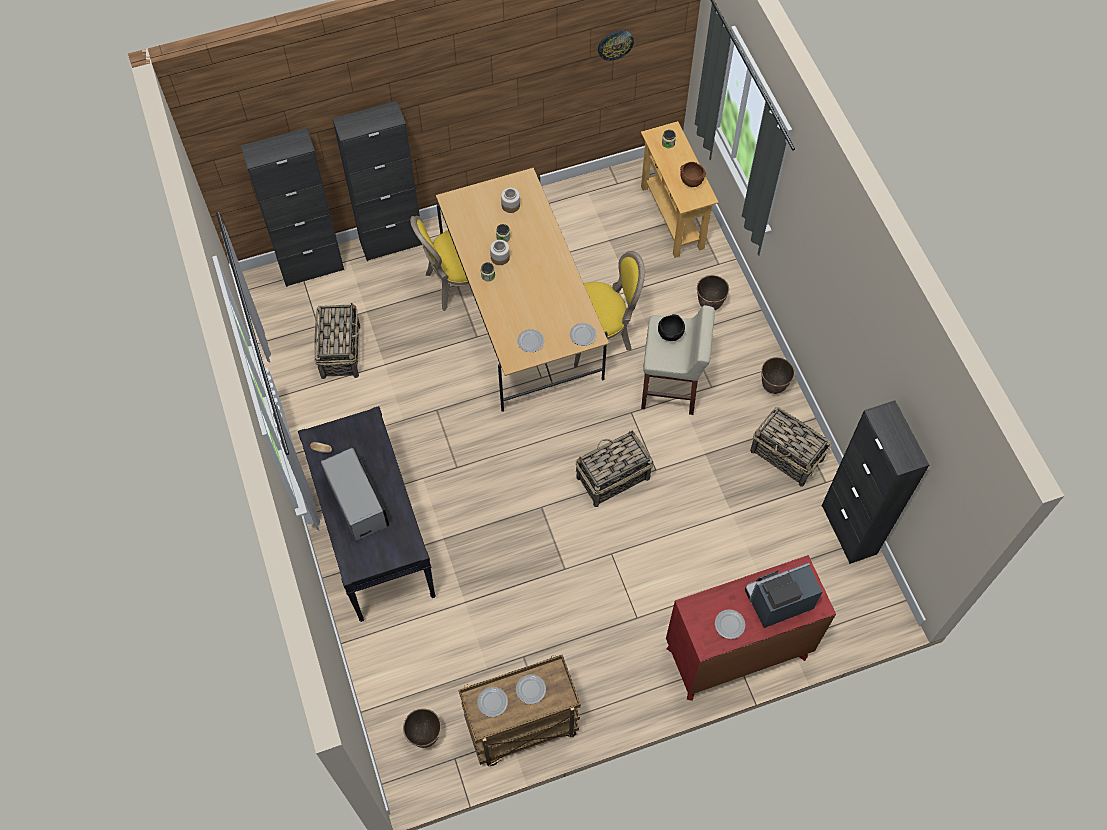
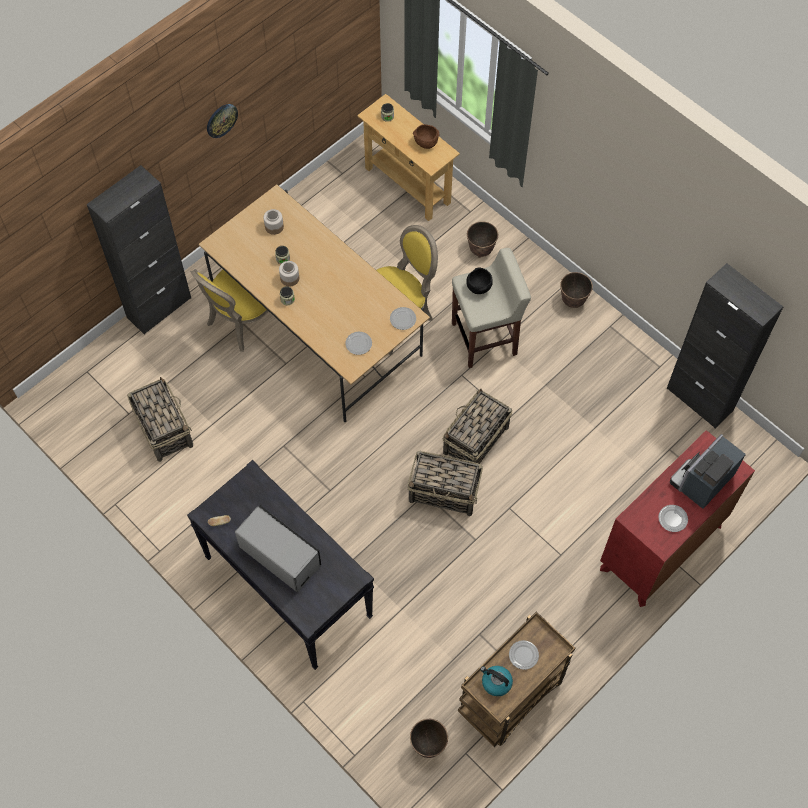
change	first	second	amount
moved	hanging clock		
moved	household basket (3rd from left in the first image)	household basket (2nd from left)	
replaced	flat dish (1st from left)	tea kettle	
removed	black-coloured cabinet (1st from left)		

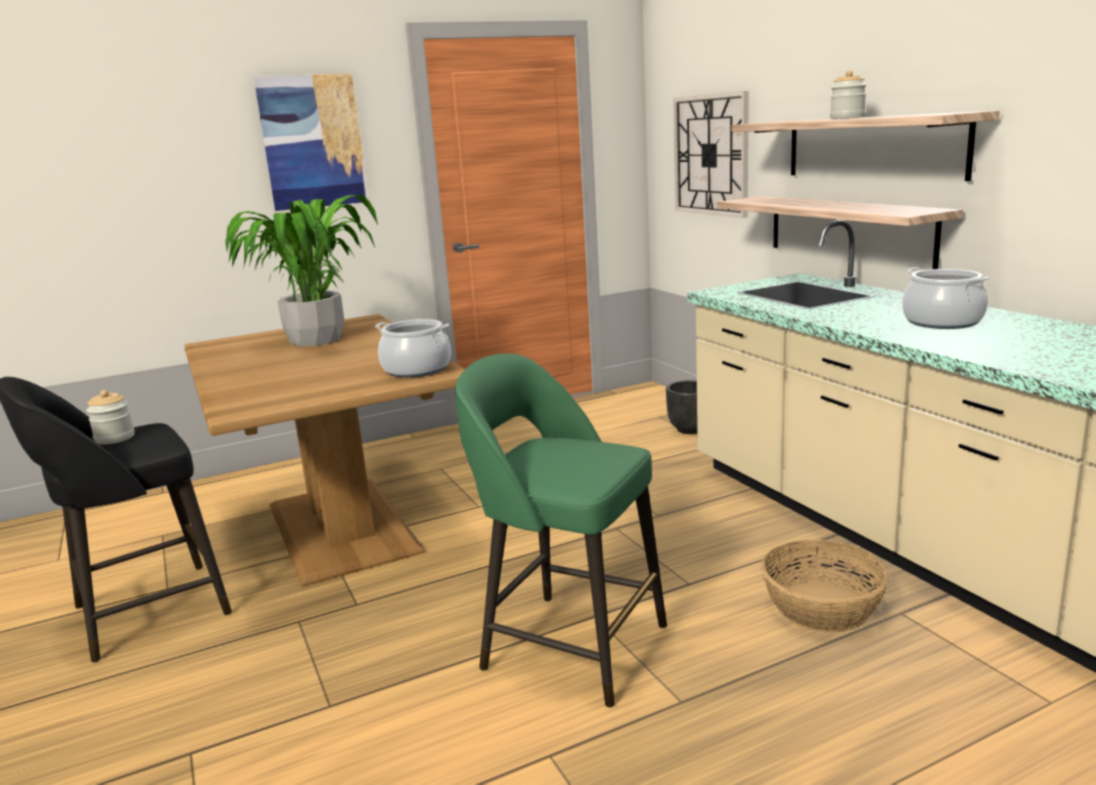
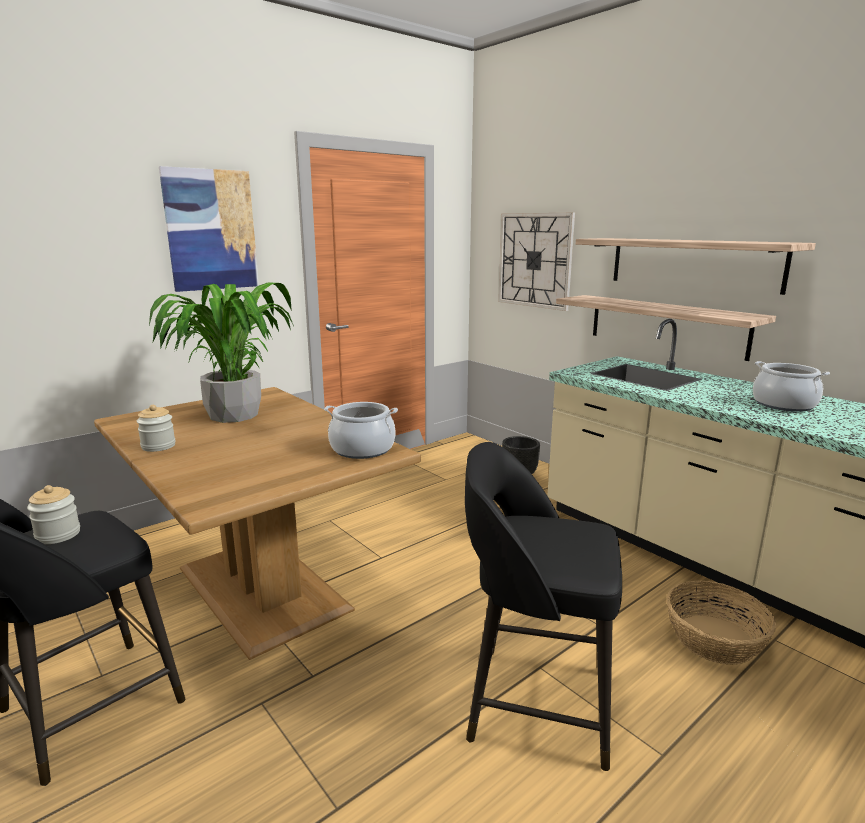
change	first	second	amount
moved	storage jar (2nd from left)		
recoloured	green stool	black-coloured stool (2nd from left)	

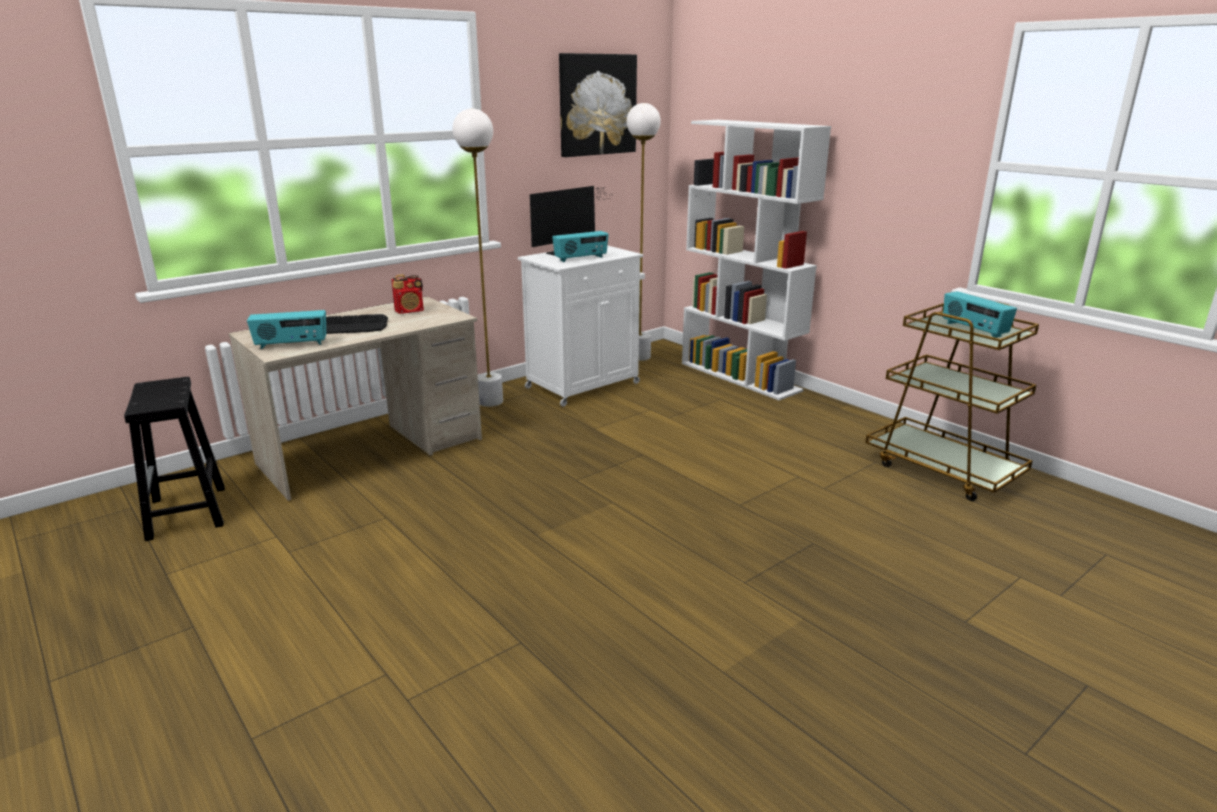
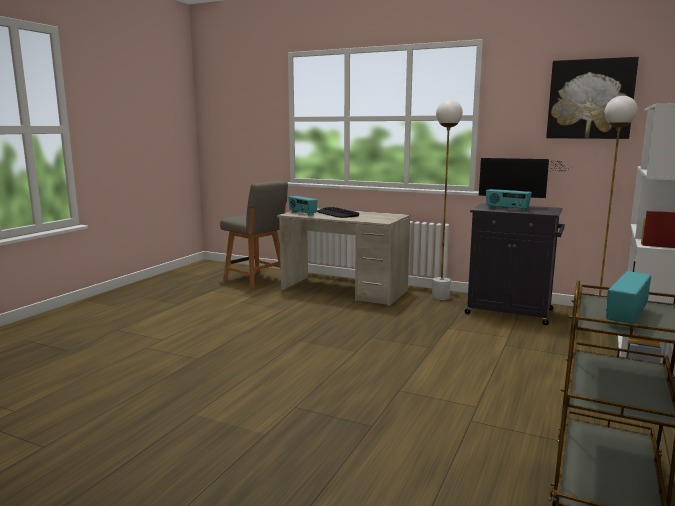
change	first	second	amount
replaced	black-coloured stool	greyish upright chair	
recoloured	whitish cabinet	black-coloured cabinet	
removed	radio receiver (2nd from left)		

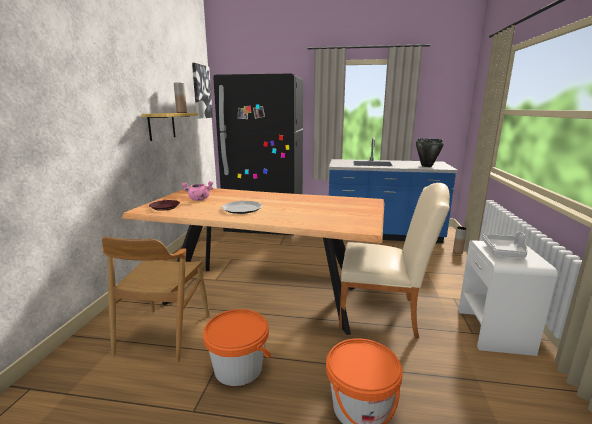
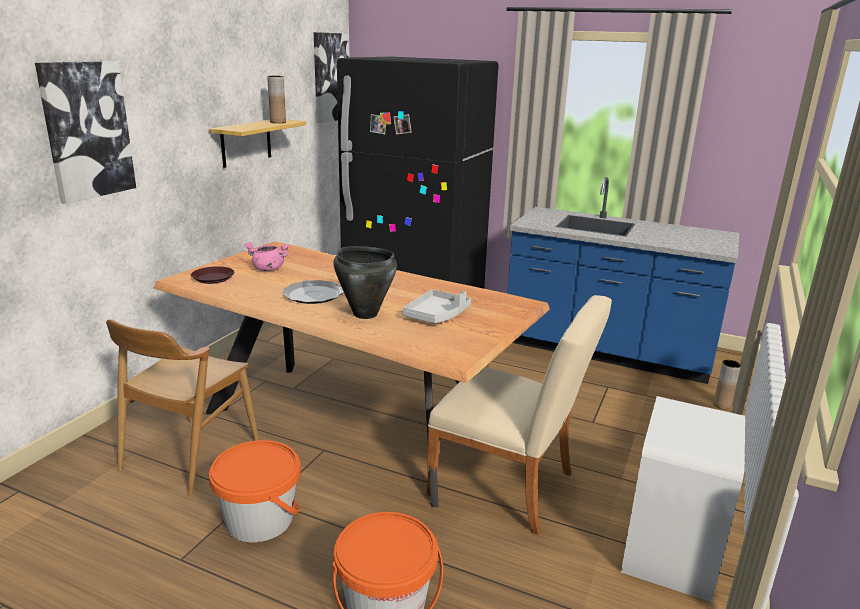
change	first	second	amount
added		picture (1st from left)	
moved	black-coloured stockpot		
moved	greyish carrying tray		

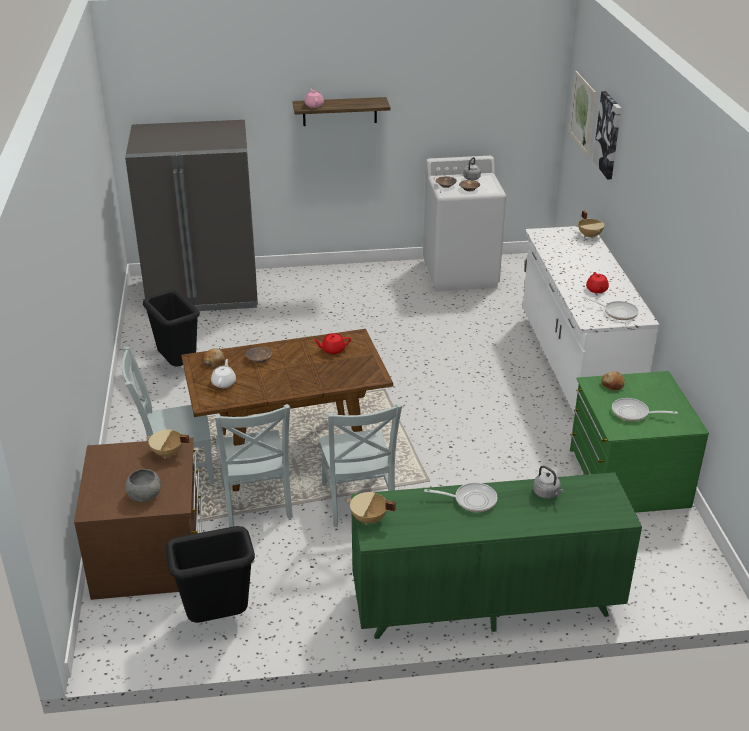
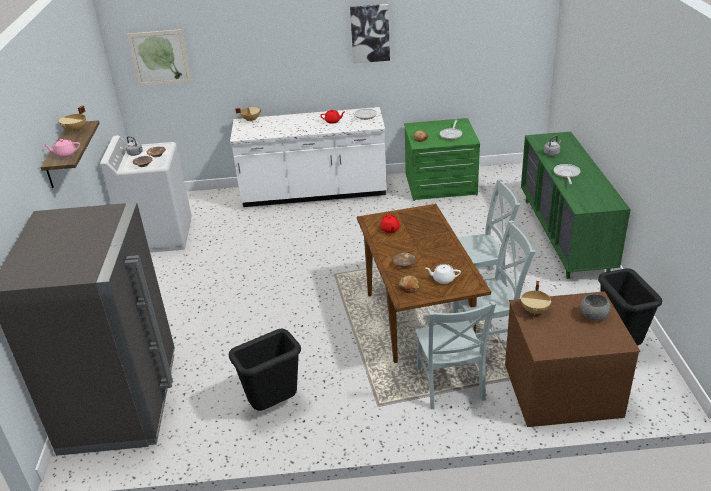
change	first	second	amount
moved	beige-coloured stockpot (2nd from left in the first image)	beige-coloured stockpot (1st from left)	
moved	picture (2nd from left)		

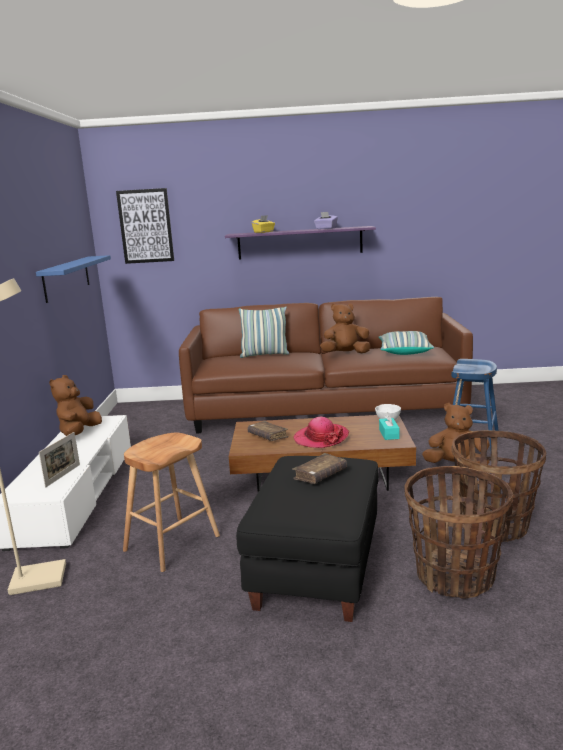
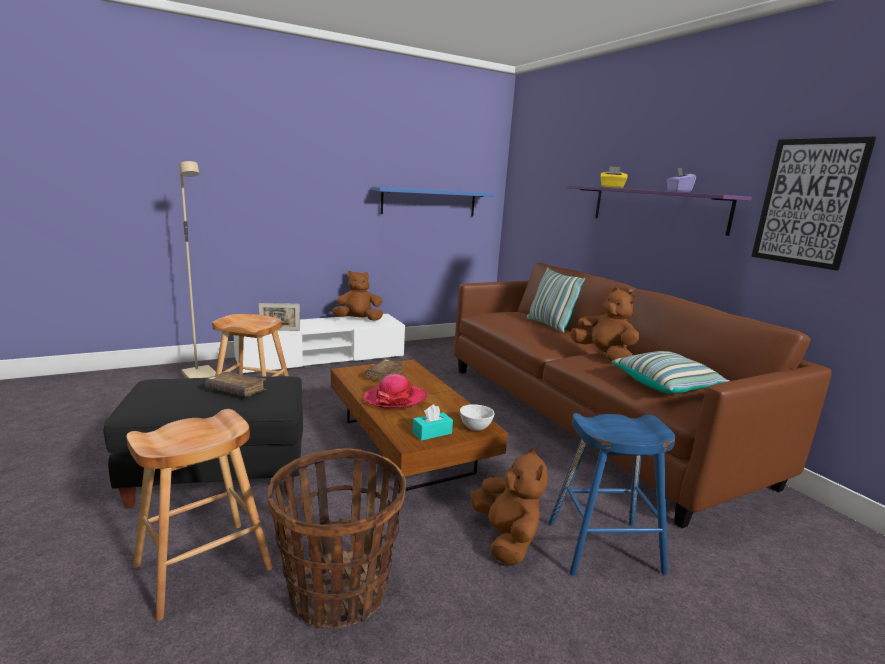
change	first	second	amount
replaced	household basket (1st from left)	brownish stool (1st from left)	
moved	picture		

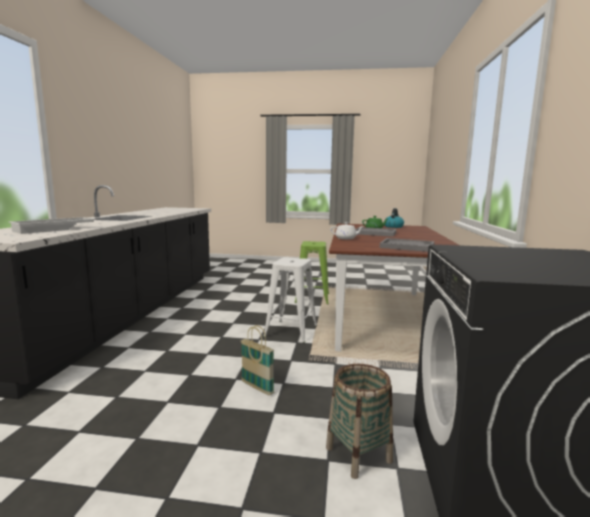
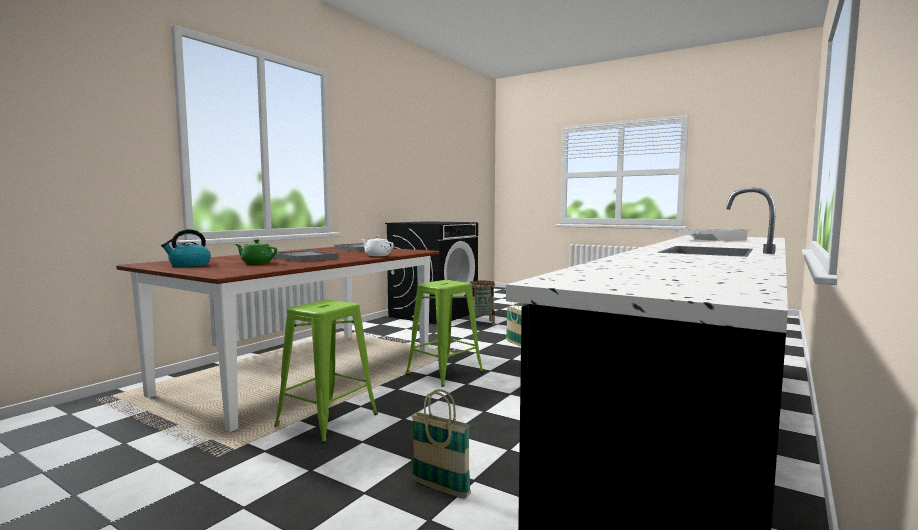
change	first	second	amount
recoloured	whitish stool	green stool (2nd from left)	
added		household basket (1st from left)	

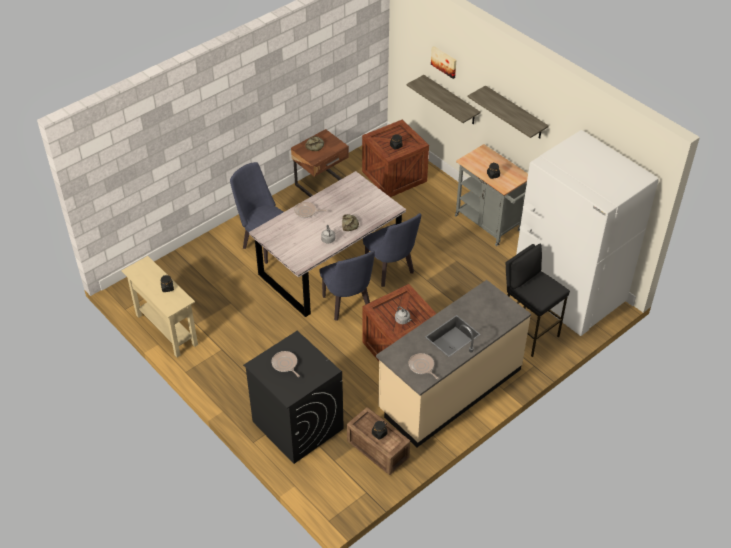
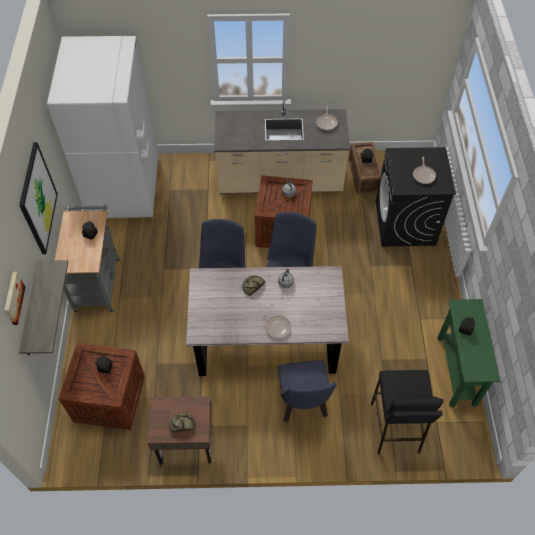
change	first	second	amount
replaced	bracket shelf (2nd from left)	picture (2nd from left)	
moved	black-coloured stool		
recoloured	beige-coloured narrow table	green narrow table	

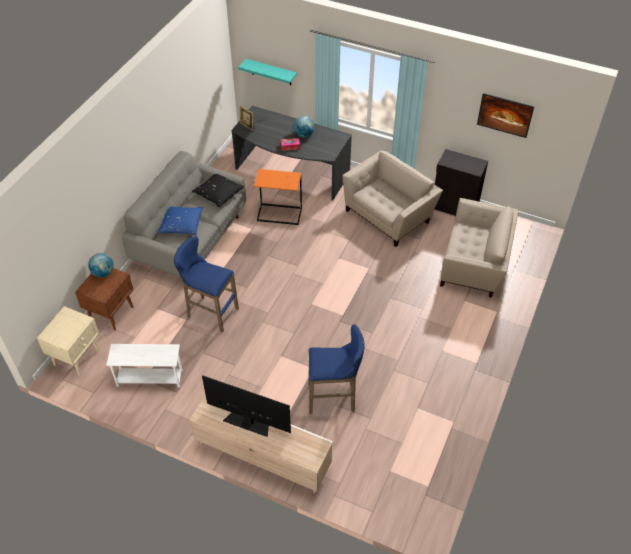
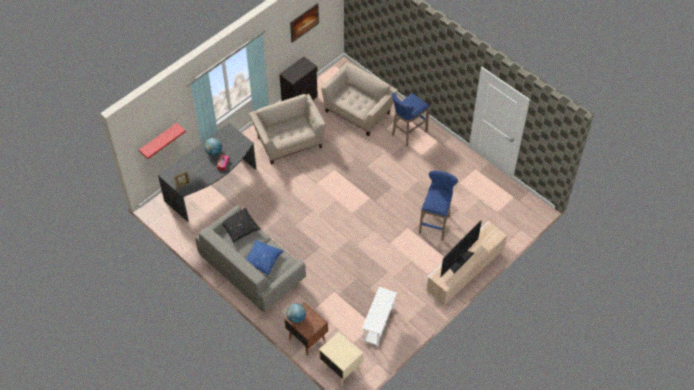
change	first	second	amount
recoloured	turquoise-coloured bracket shelf	red bracket shelf	
moved	blue stool (1st from left)		
removed	orange side table		

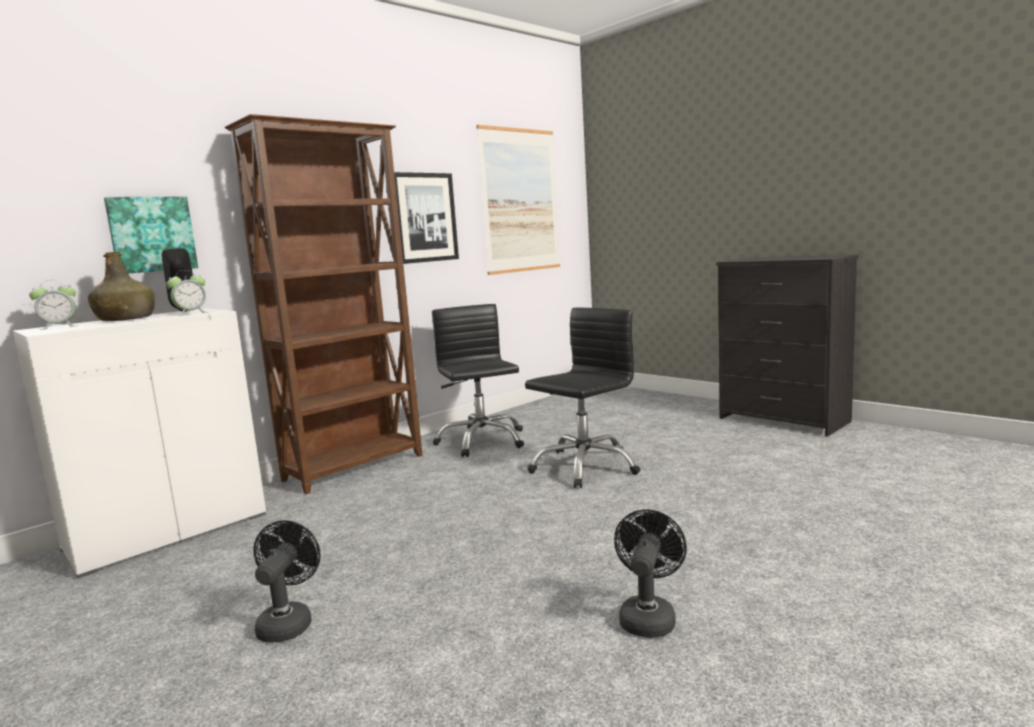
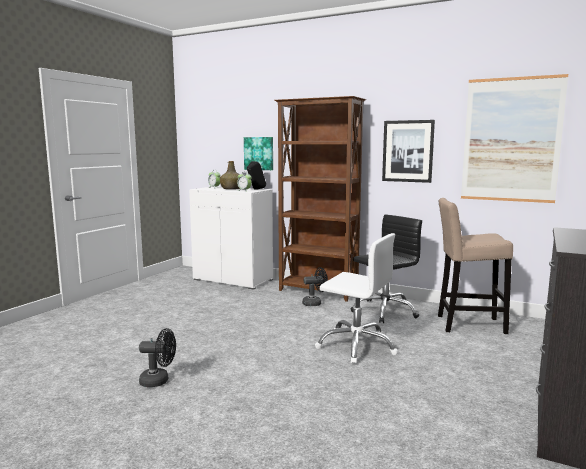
change	first	second	amount
moved	black-coloured electric fan (1st from left in the first image)	black-coloured electric fan (2nd from left)	
recoloured	black-coloured desk chair (2nd from left)	whitish desk chair	
added		beige-coloured stool	

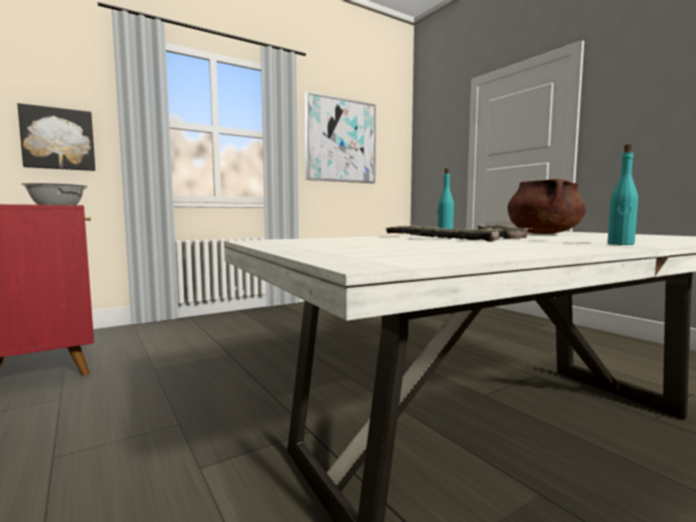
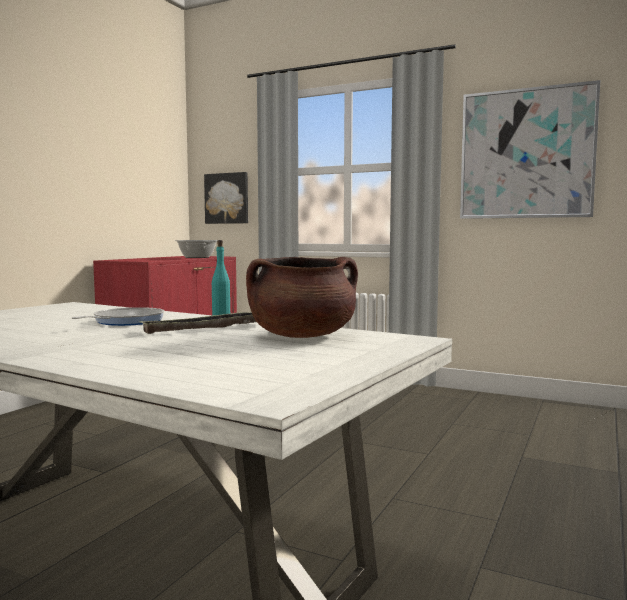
change	first	second	amount
replaced	carrying tray (1st from left)	skillet	
removed	turquoise-coloured drink bottle (2nd from left)		

